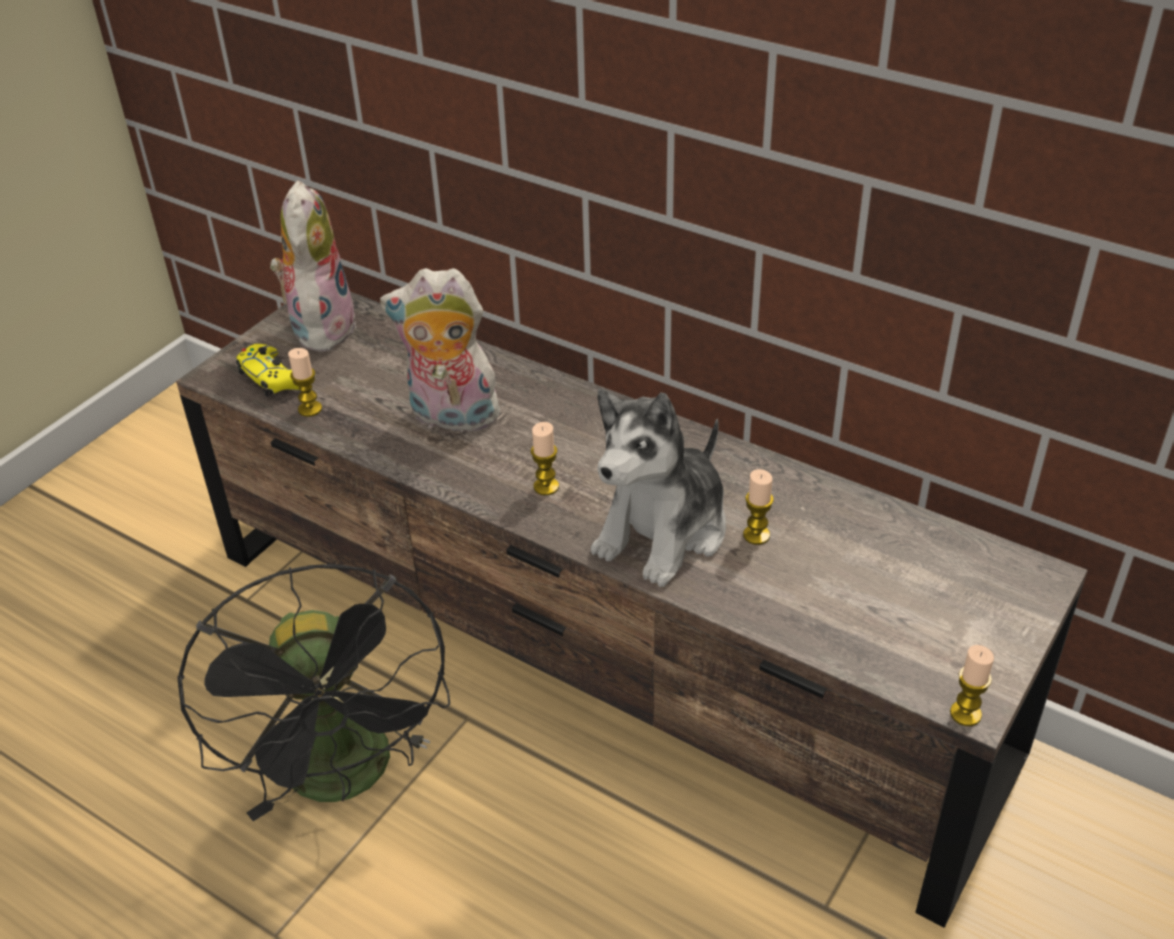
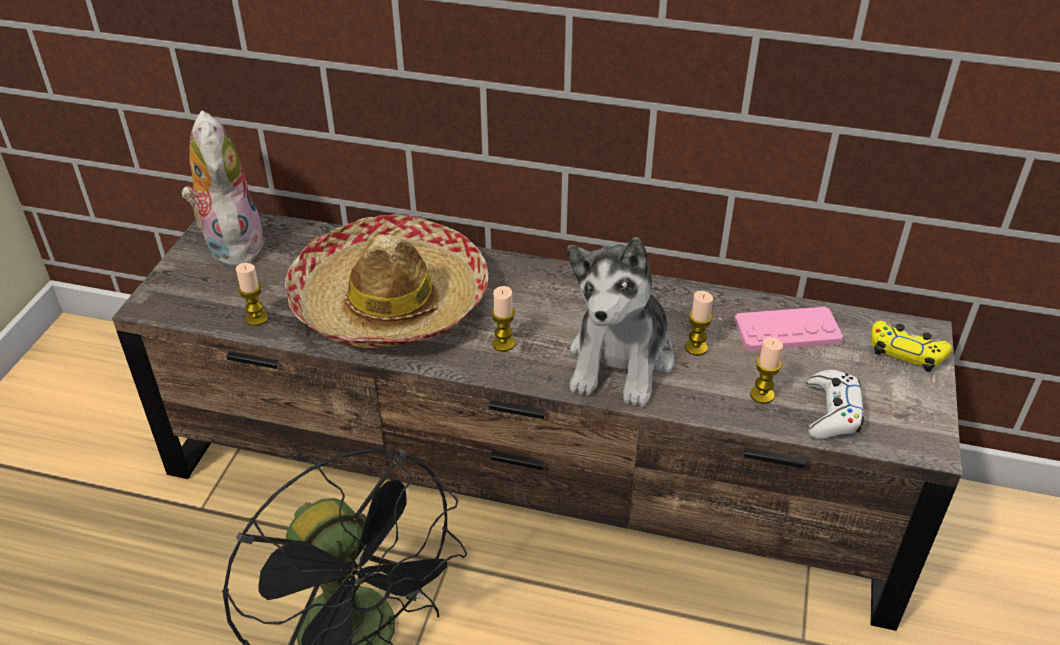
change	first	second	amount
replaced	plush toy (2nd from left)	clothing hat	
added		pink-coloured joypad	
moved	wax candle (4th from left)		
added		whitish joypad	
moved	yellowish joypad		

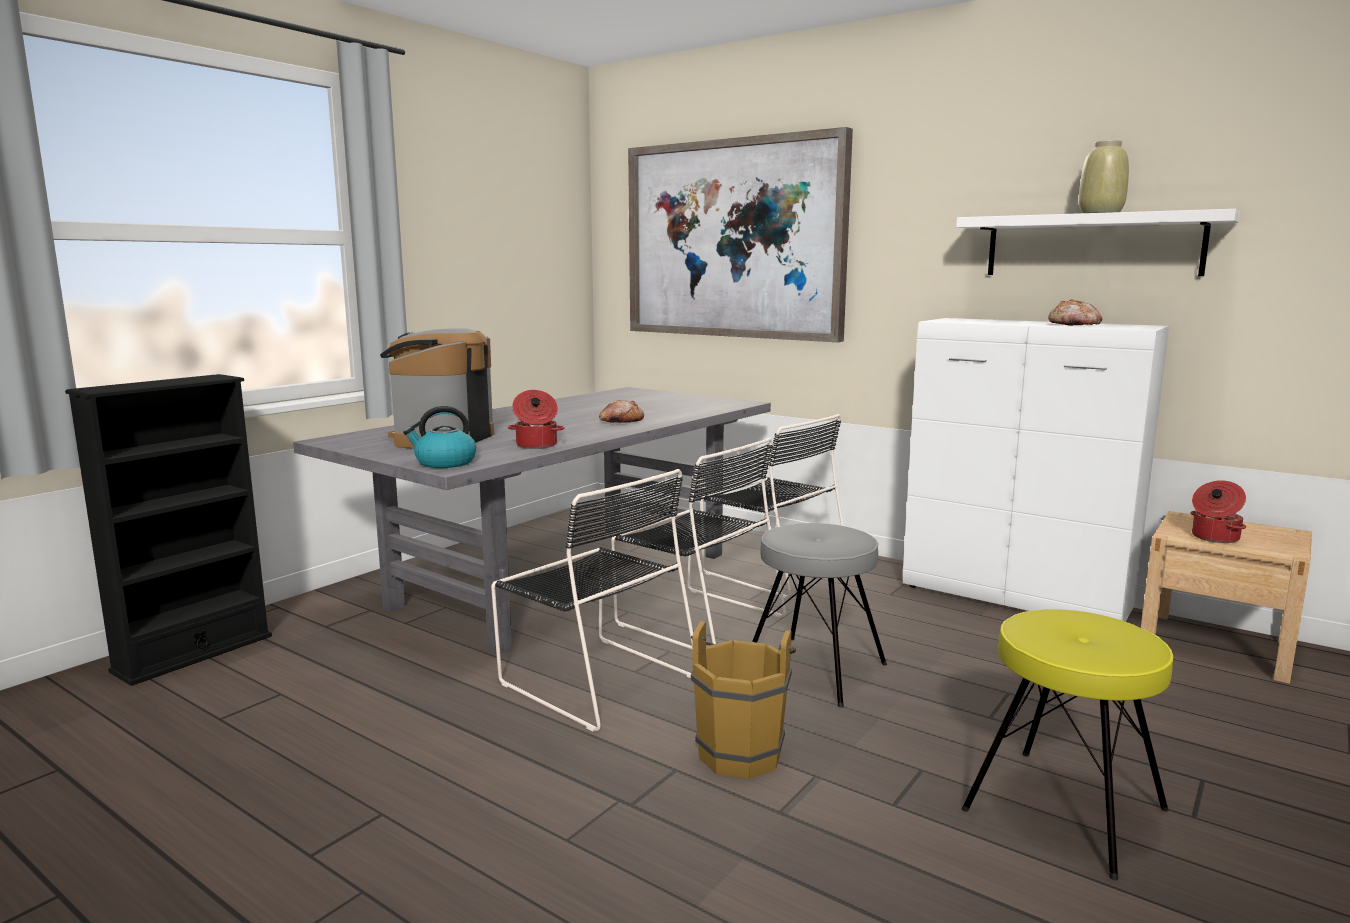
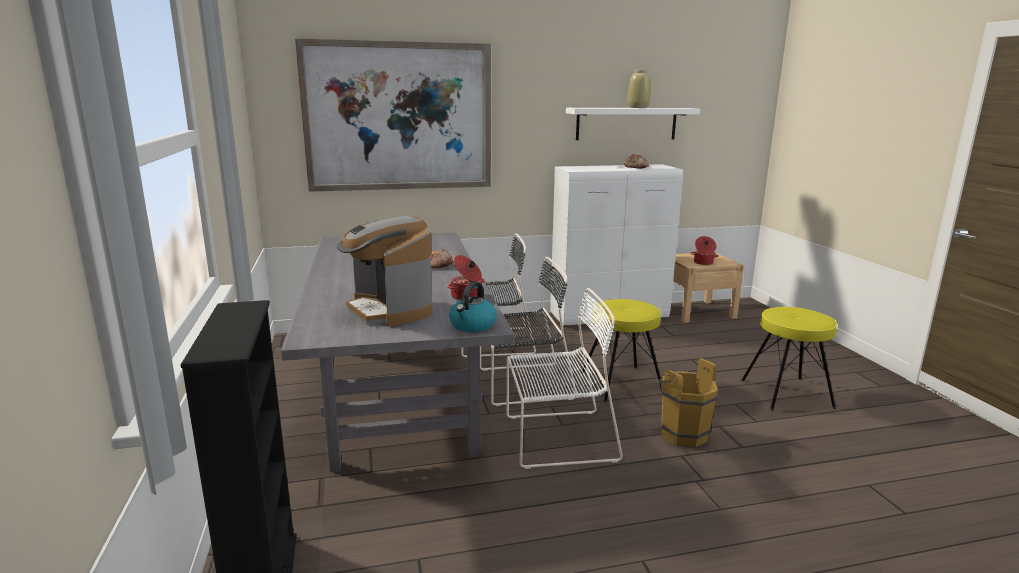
change	first	second	amount
recoloured	black-coloured upright chair (1st from left)	whitish upright chair	
recoloured	greyish stool	yellowish stool (1st from left)	

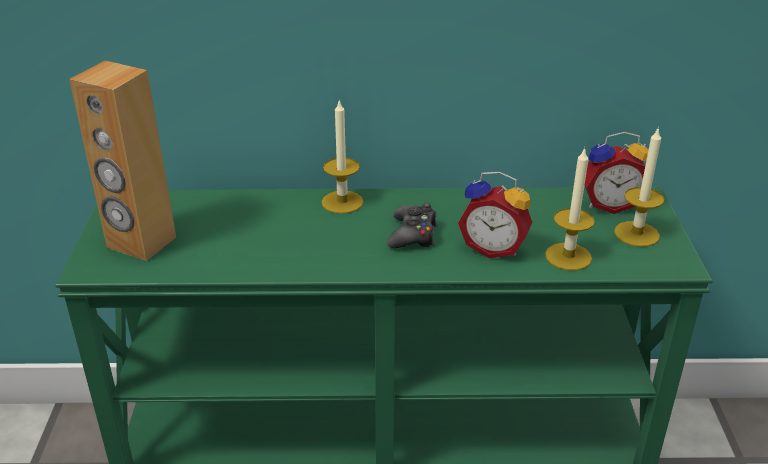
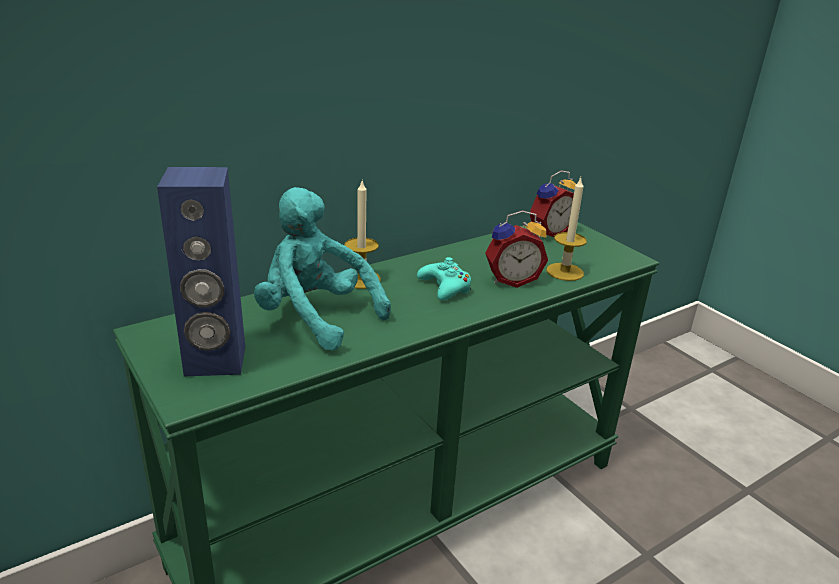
change	first	second	amount
recoloured	brownish audio speaker	blue audio speaker	
added		turquoise-coloured plush toy	
recoloured	black-coloured joypad	turquoise-coloured joypad	
removed	wax candle (3rd from left)		

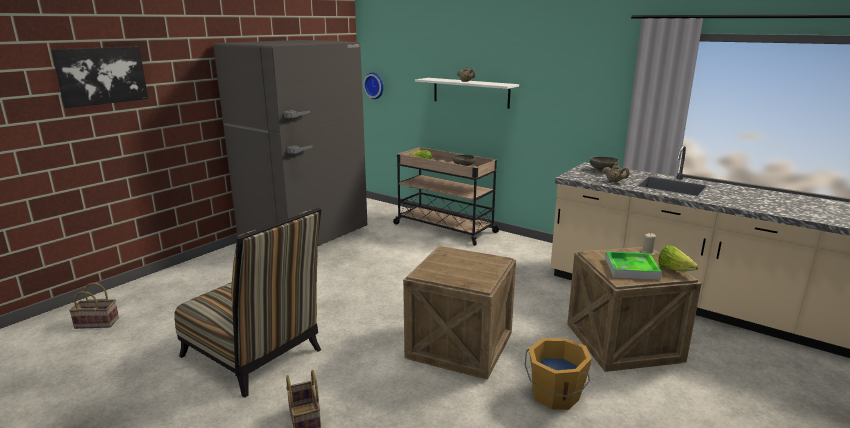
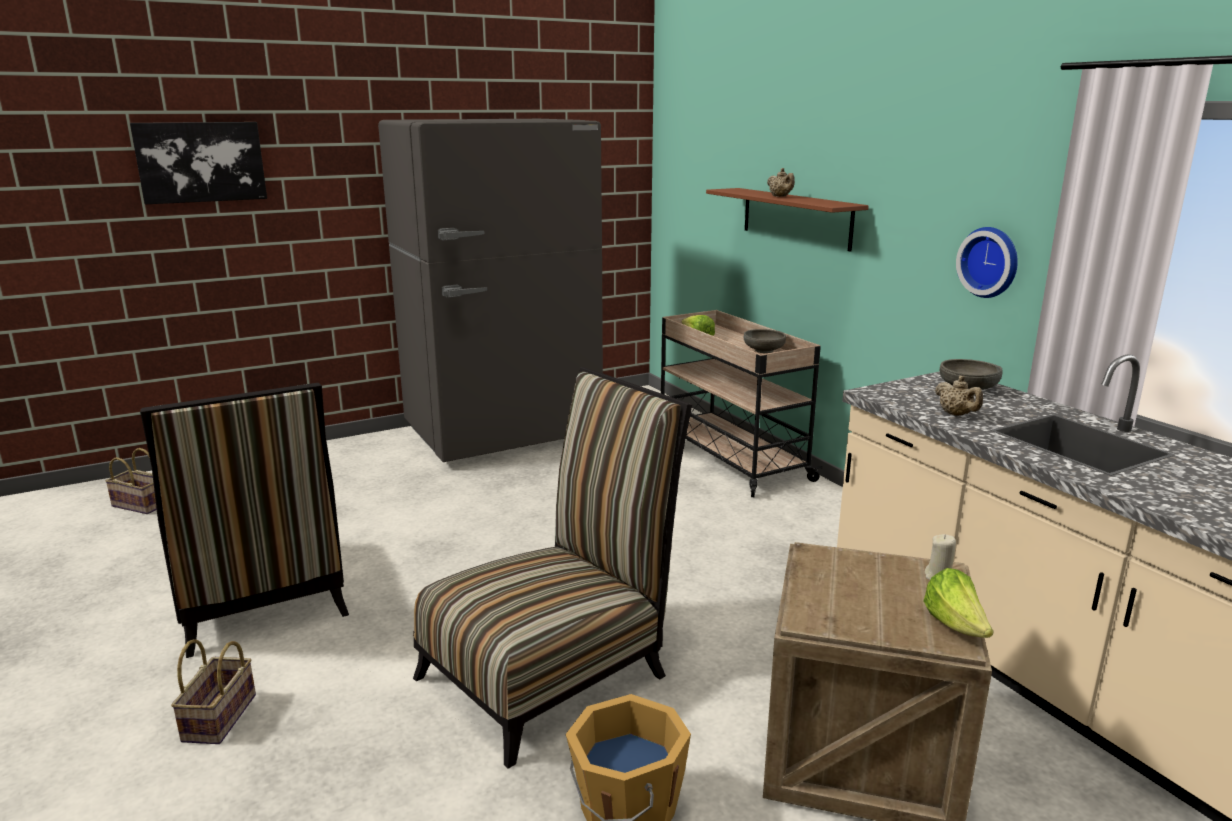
change	first	second	amount
replaced	crate (1st from left)	upright chair (2nd from left)	
recoloured	whitish bracket shelf	brownish bracket shelf	
moved	hanging clock		
removed	carrying tray		

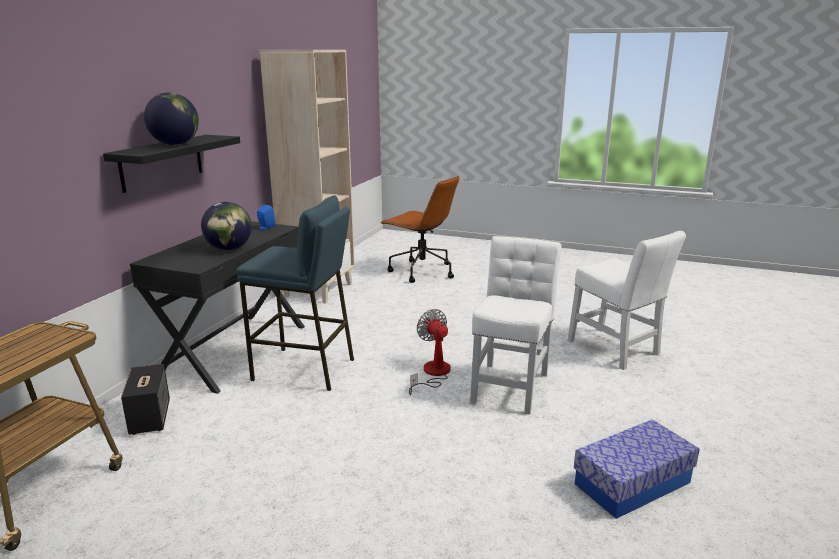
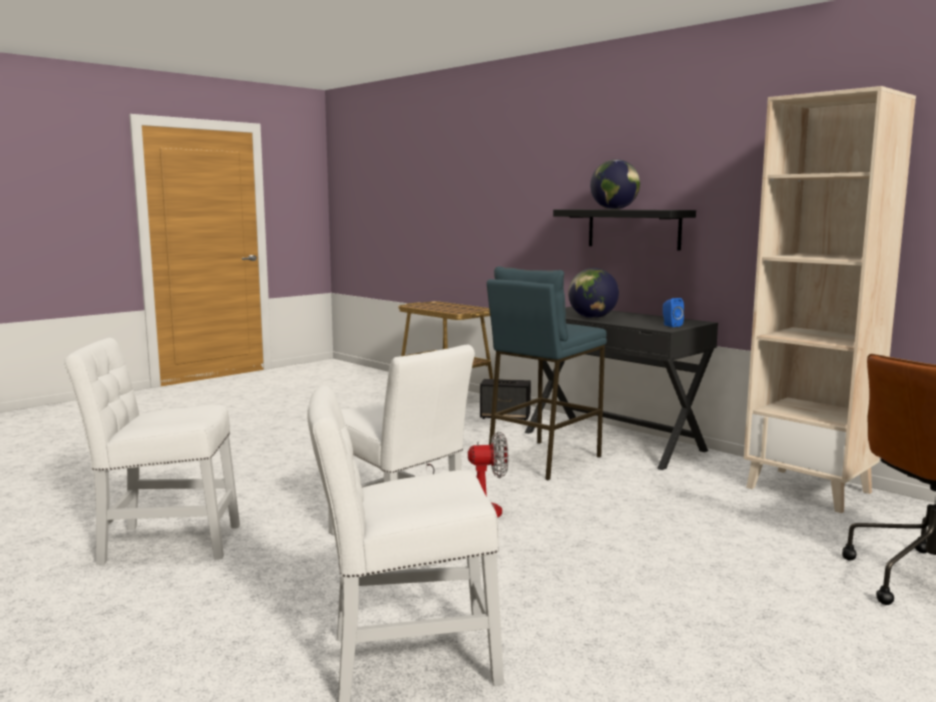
change	first	second	amount
replaced	storage box	whitish upright chair (1st from left)	

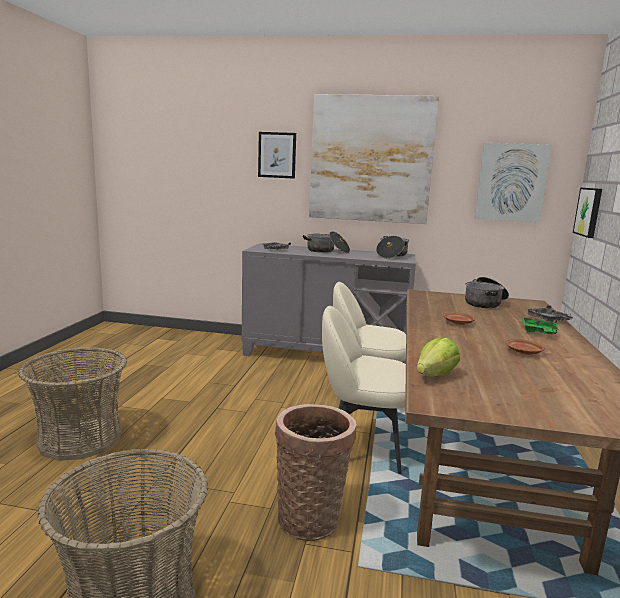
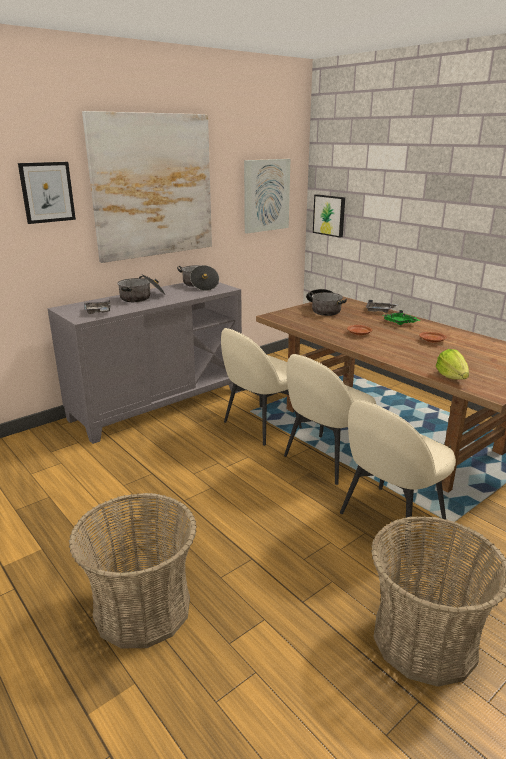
change	first	second	amount
replaced	household basket (3rd from left)	beige-coloured upright chair (3rd from left)	

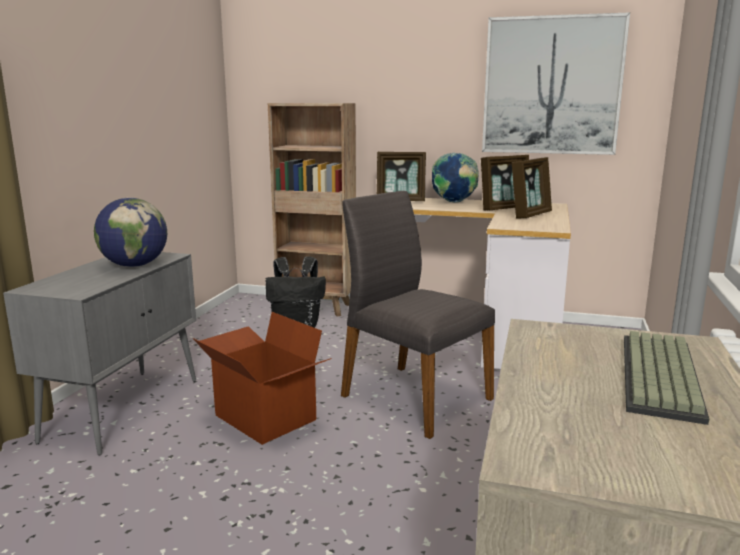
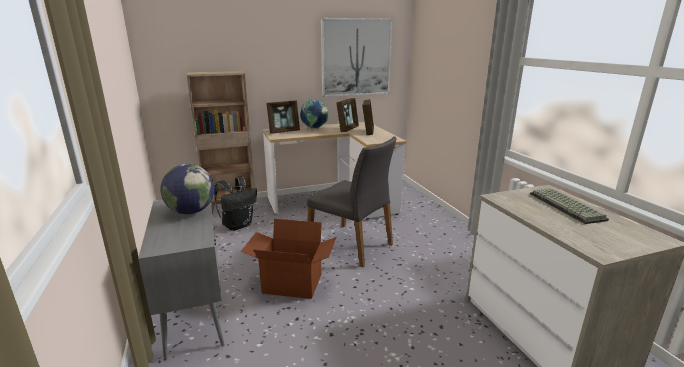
change	first	second	amount
turned	greyish upright chair		150 degrees counterclockwise

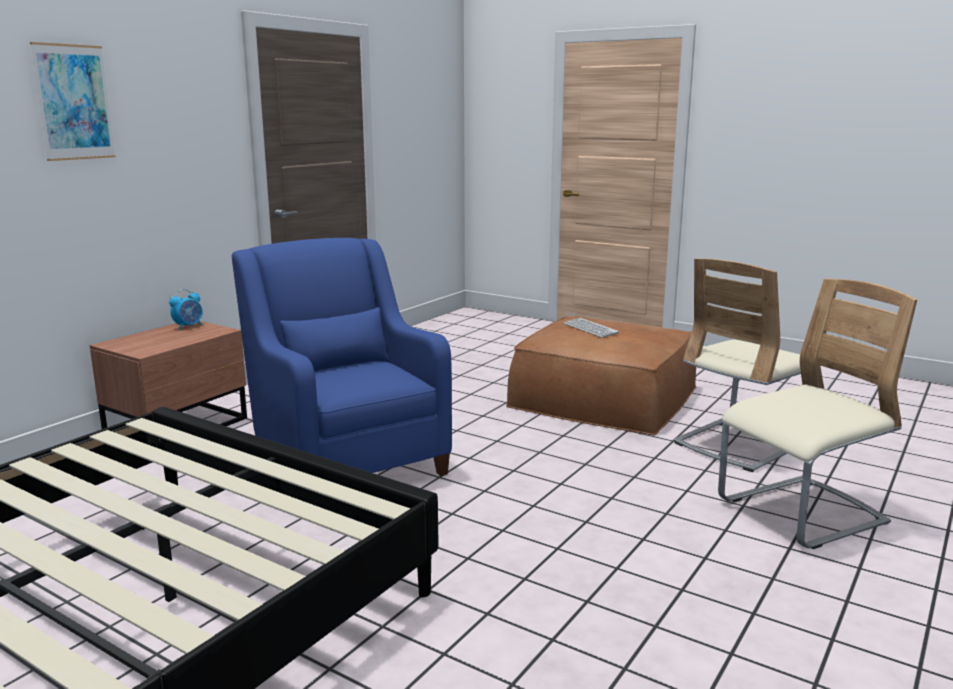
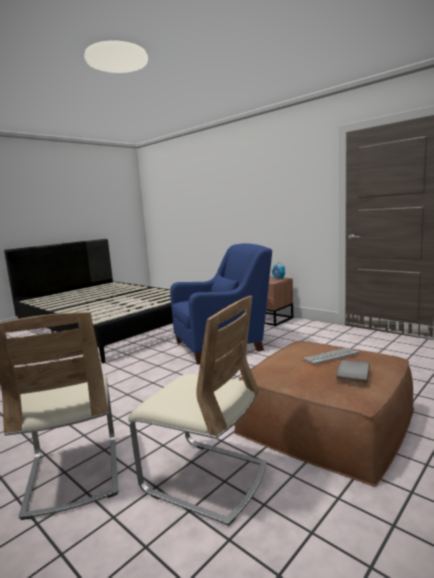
change	first	second	amount
turned	beige-coloured upright chair (1st from left in the first image)	beige-coloured upright chair (2nd from left)	150 degrees clockwise
added		greyish book	
removed	picture		

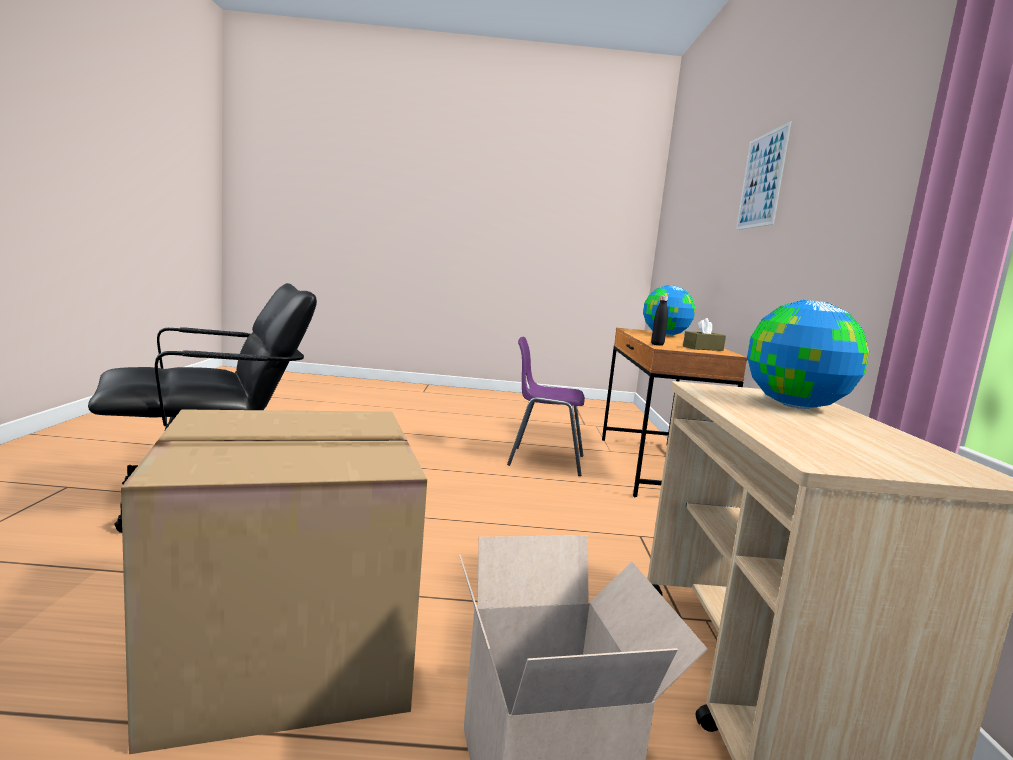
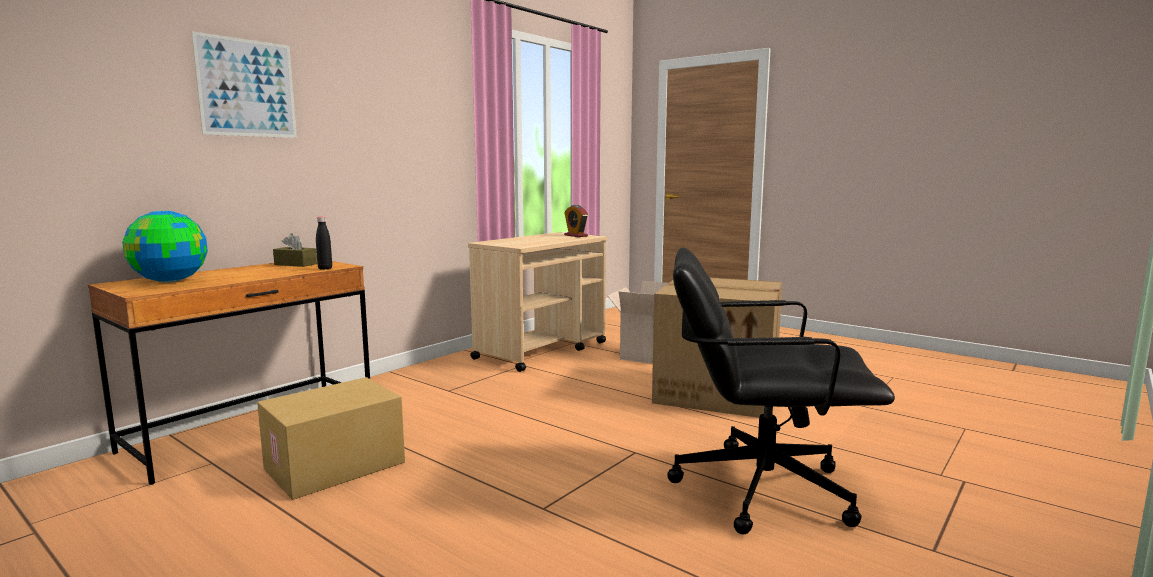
change	first	second	amount
replaced	purple-coloured upright chair	cardboard box (1st from left)	
added		bedside clock	
removed	desk globe (2nd from left)		

